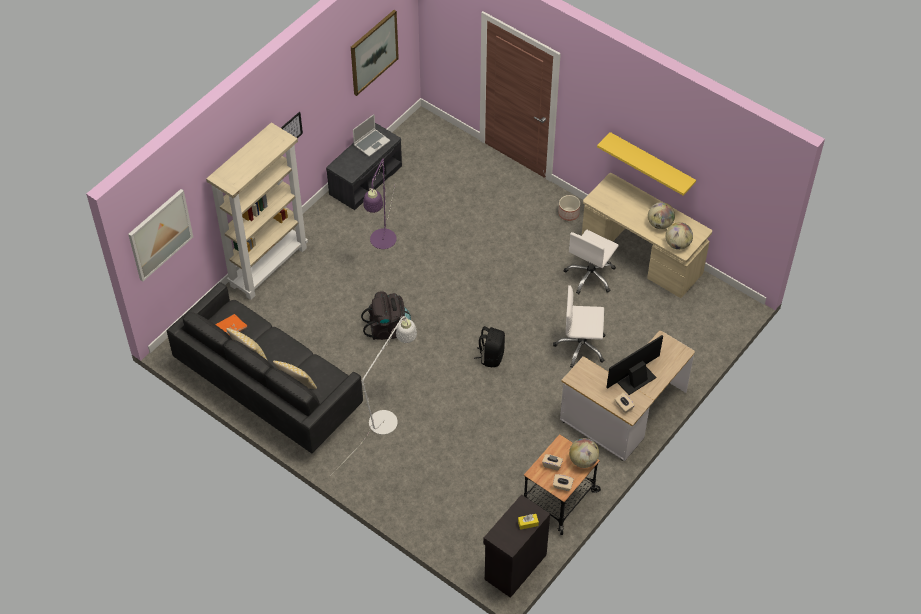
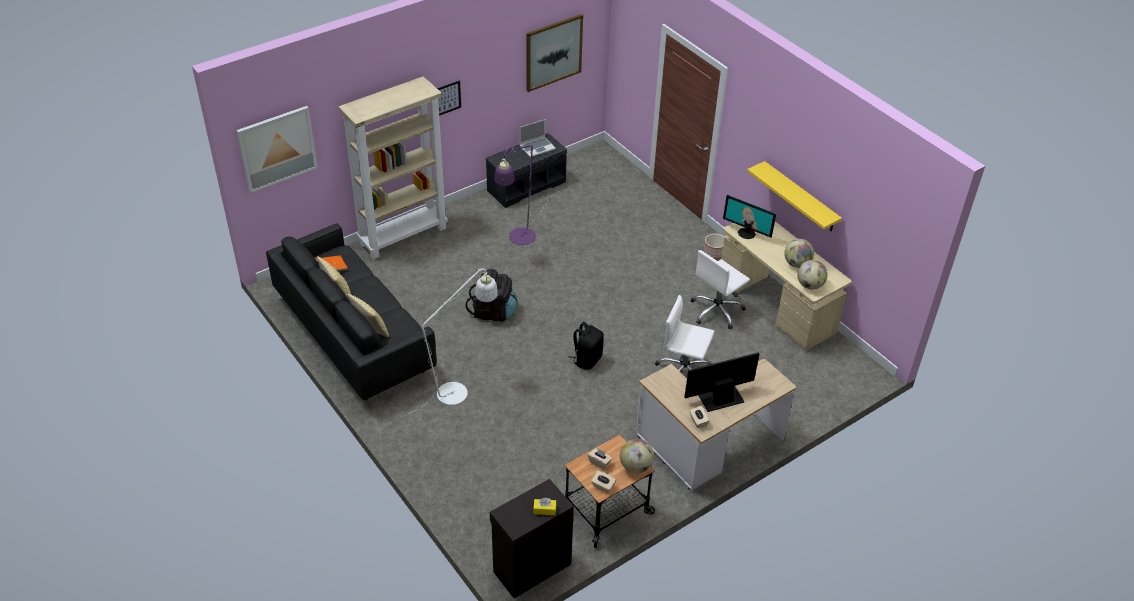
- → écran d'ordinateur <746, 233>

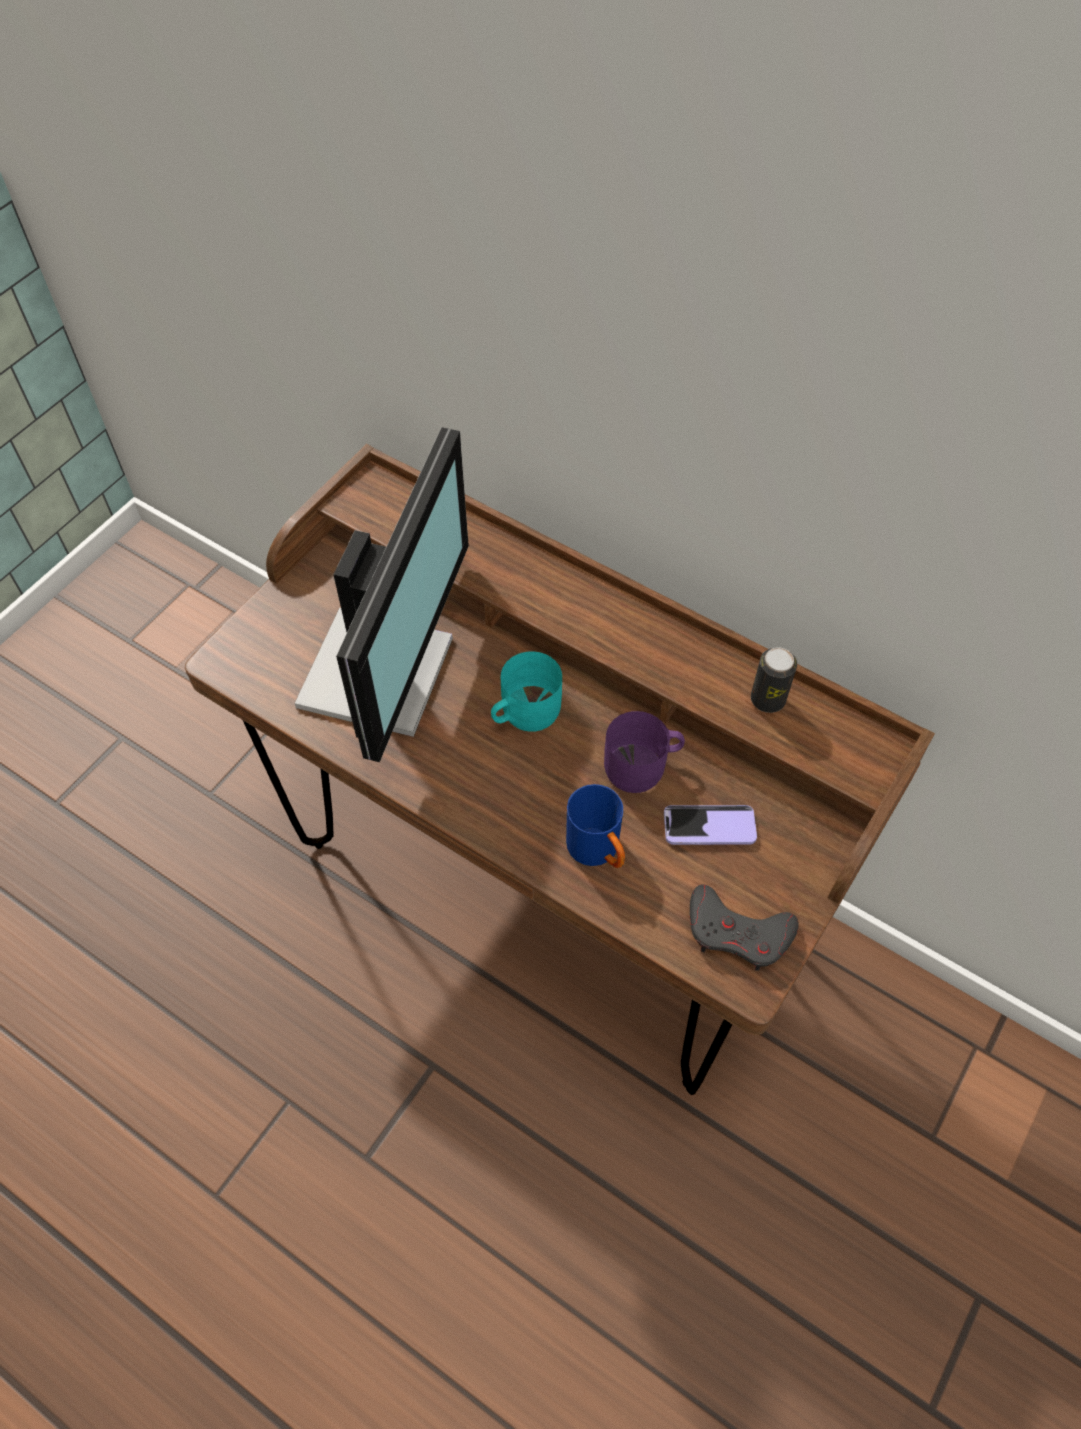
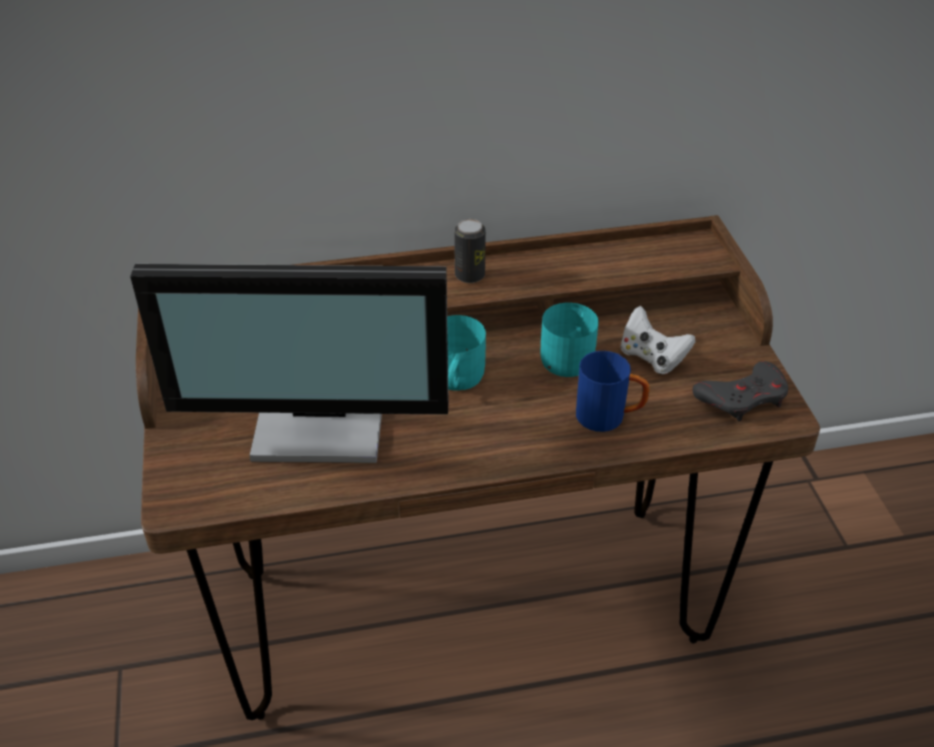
écran d'ordinateur <383, 672> → écran d'ordinateur <322, 423>, 120 degrees clockwise
boîte métallique <767, 699> → boîte métallique <469, 275>, moved
mug/violet <643, 767> → mug/turquoise <571, 355>
téléphone <709, 826> → manette/blanc <652, 357>

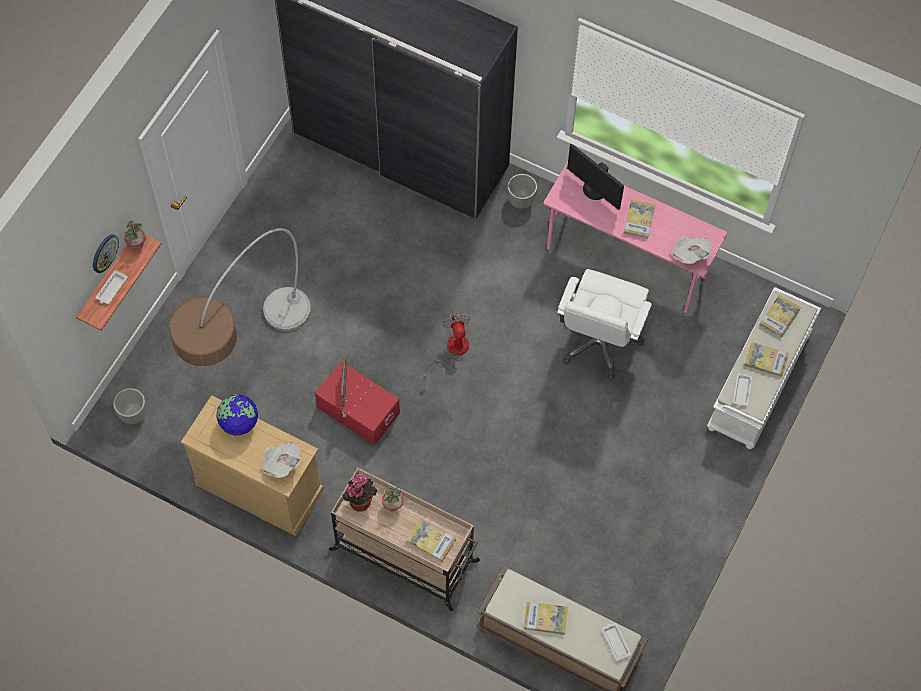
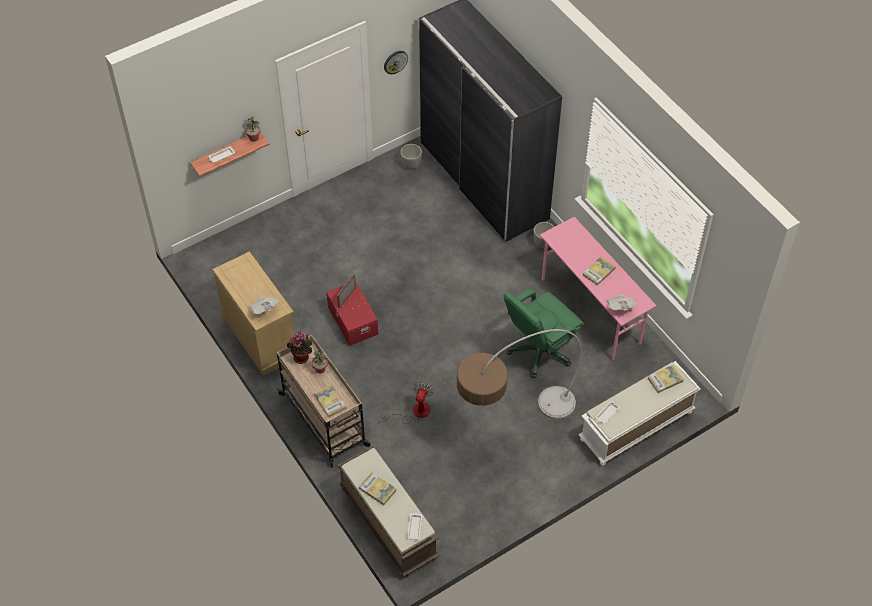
ventilateur <452, 351> → ventilateur <415, 412>, moved
horloge murale <104, 253> → horloge murale <395, 61>, moved
cache-pot <133, 414> → cache-pot <411, 165>, moved
lampadaire <248, 358> → lampadaire <511, 424>, moved
chaise de bureau/blanc <599, 342> → chaise de bureau/vert <539, 351>
globe <239, 423> → -
écran d'ordinateur <594, 190> → -
livre <766, 360> → -

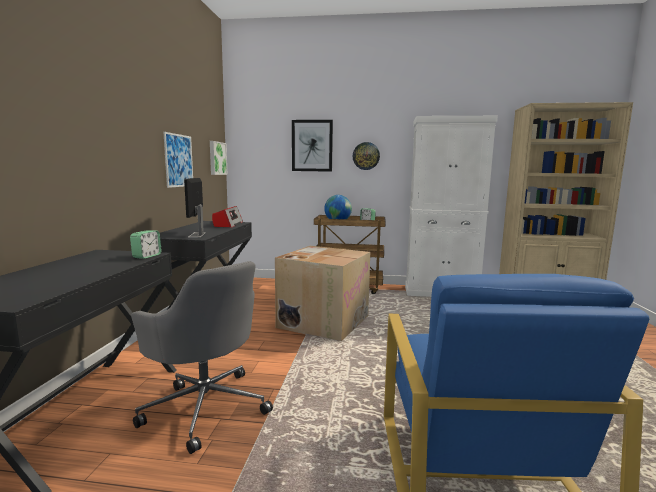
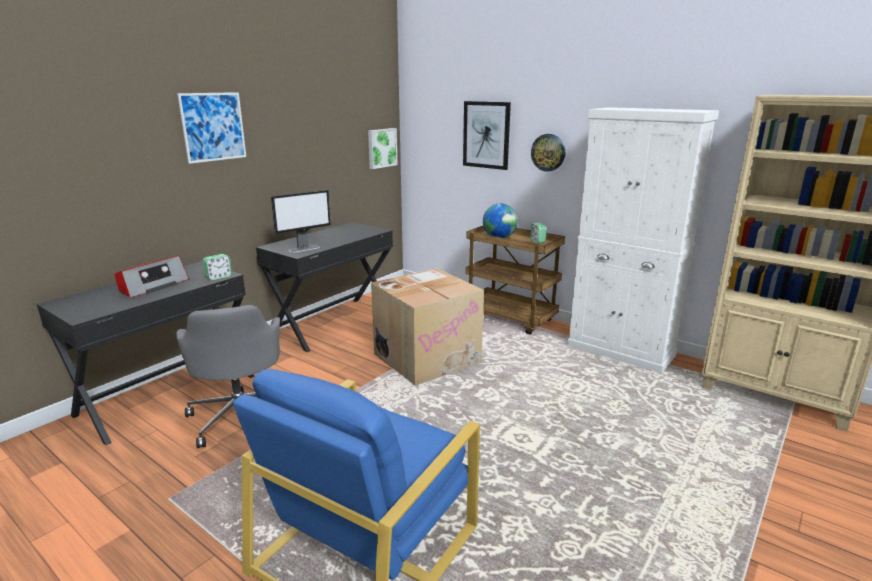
radio <228, 224> → radio <153, 286>, moved
tableau <179, 160> → tableau <213, 127>, moved
écran d'ordinateur <197, 235> → écran d'ordinateur <304, 249>, 150 degrees counterclockwise

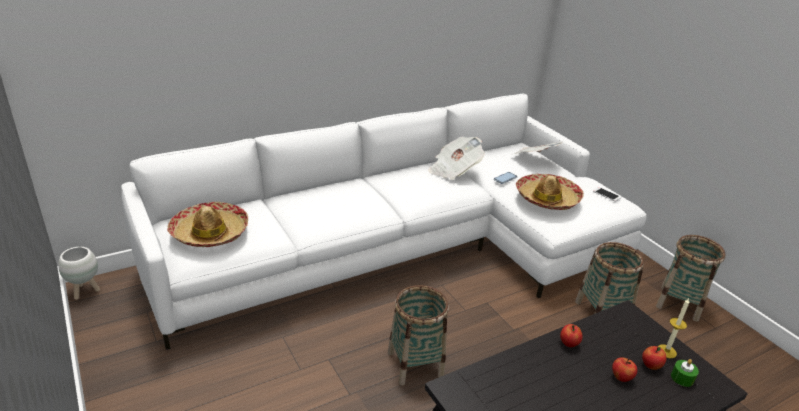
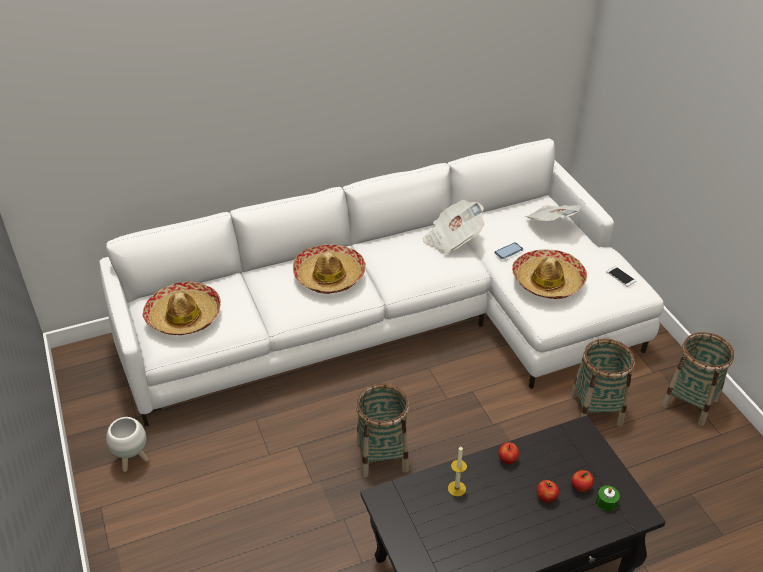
cache-pot/blanc <85, 291> → cache-pot/blanc <133, 460>, moved
- → chapeau <329, 276>
bougie <666, 351> → bougie <456, 488>, moved

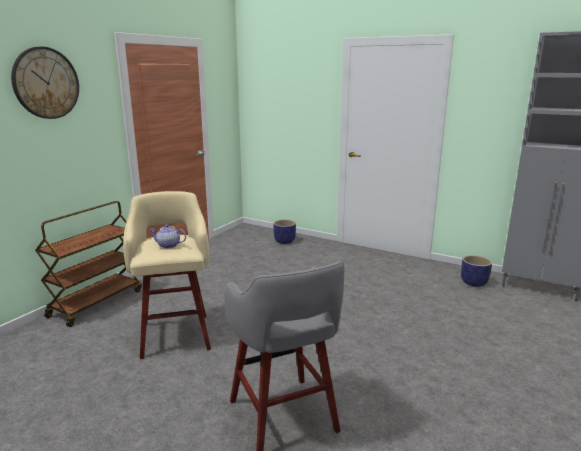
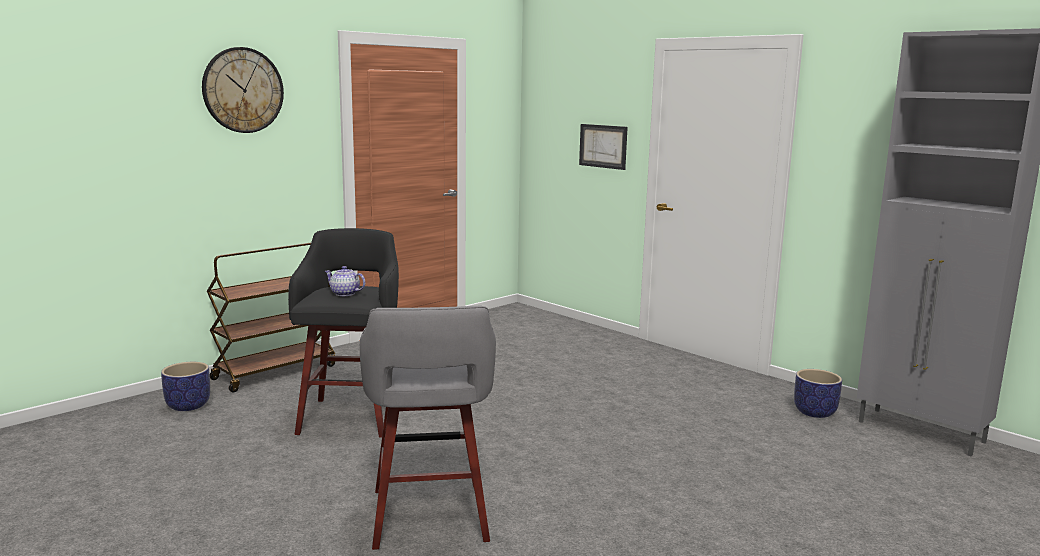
cache-pot <284, 241> → cache-pot <188, 405>, moved
tabouret/beige <175, 334> → tabouret/noir <351, 416>
- → tableau <603, 146>

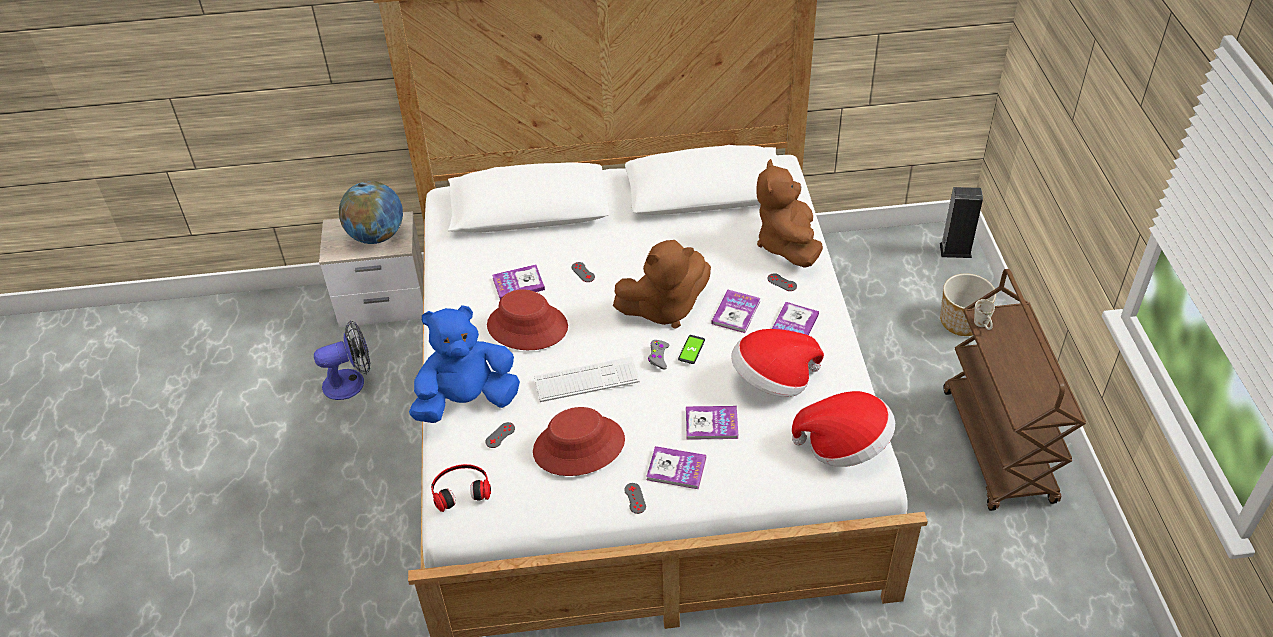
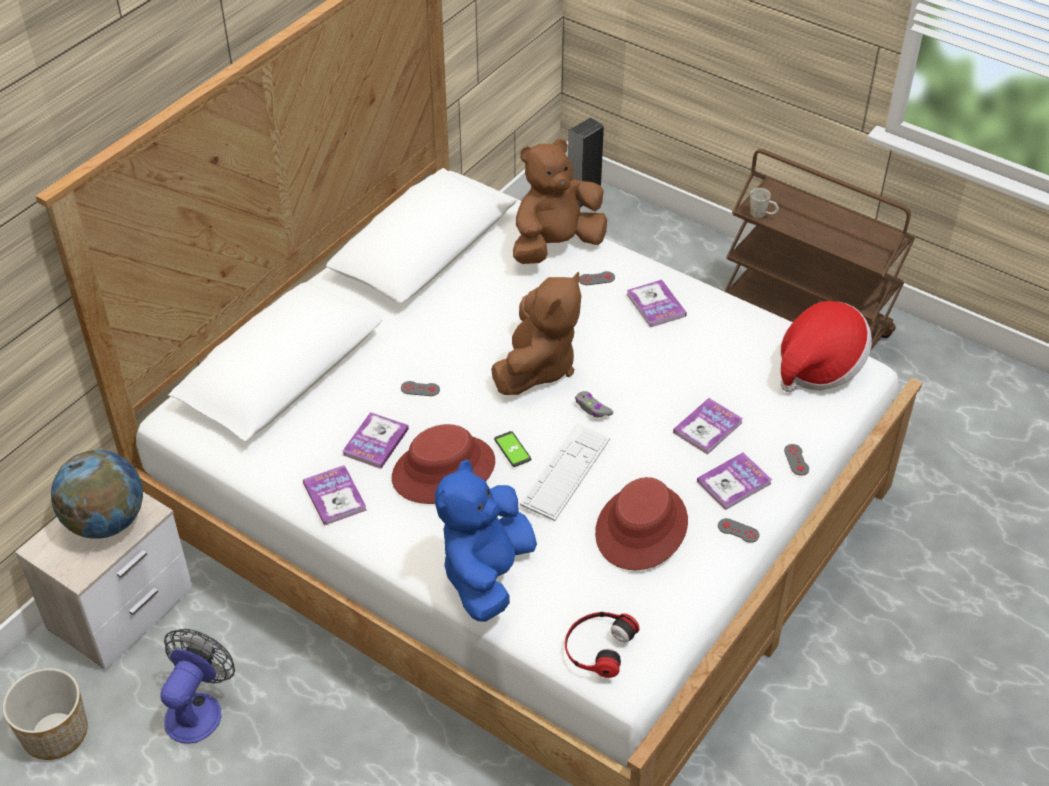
cache-pot <962, 322> → cache-pot <55, 734>, moved
livre <736, 312> → livre <334, 496>, moved
téléphone <691, 350> → téléphone <512, 449>, moved
peluche/marron <787, 244> → peluche/marron <555, 245>, 105 degrees clockwise
manette/gris <500, 435> → manette/gris <796, 460>, moved
chapeau <773, 380> → -

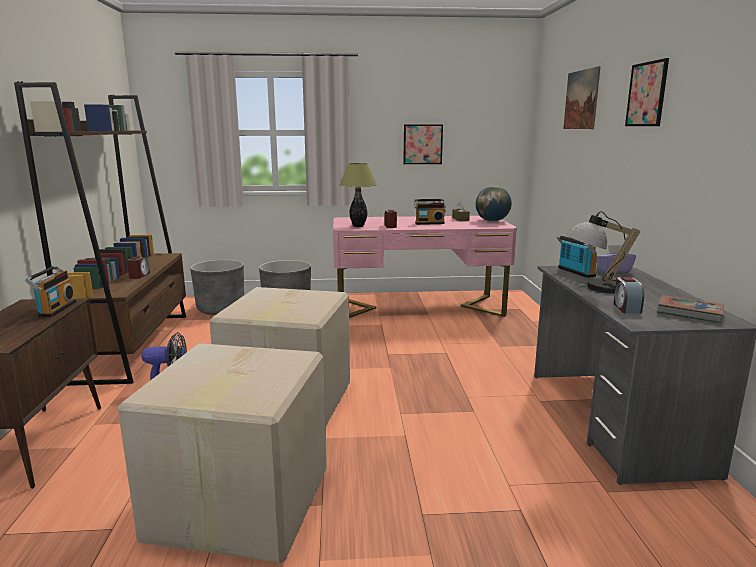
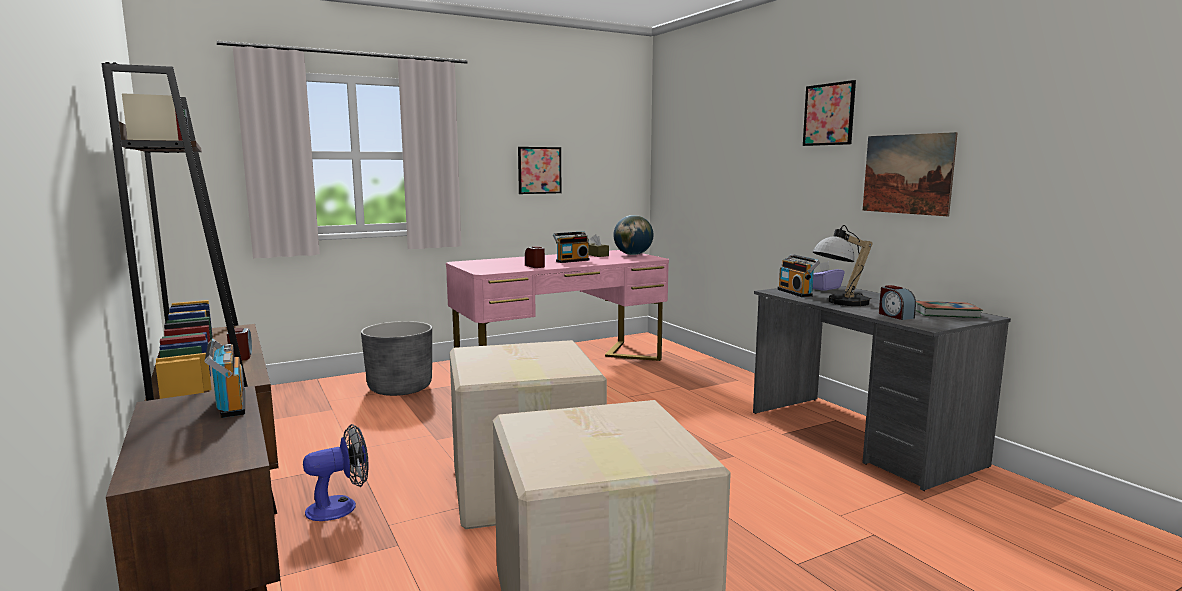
radio <574, 272> → radio <796, 292>, 150 degrees counterclockwise
tableau <581, 99> → tableau <907, 174>, moved
cache-pot/gris <220, 309> → -
lampe de table <358, 226> → -

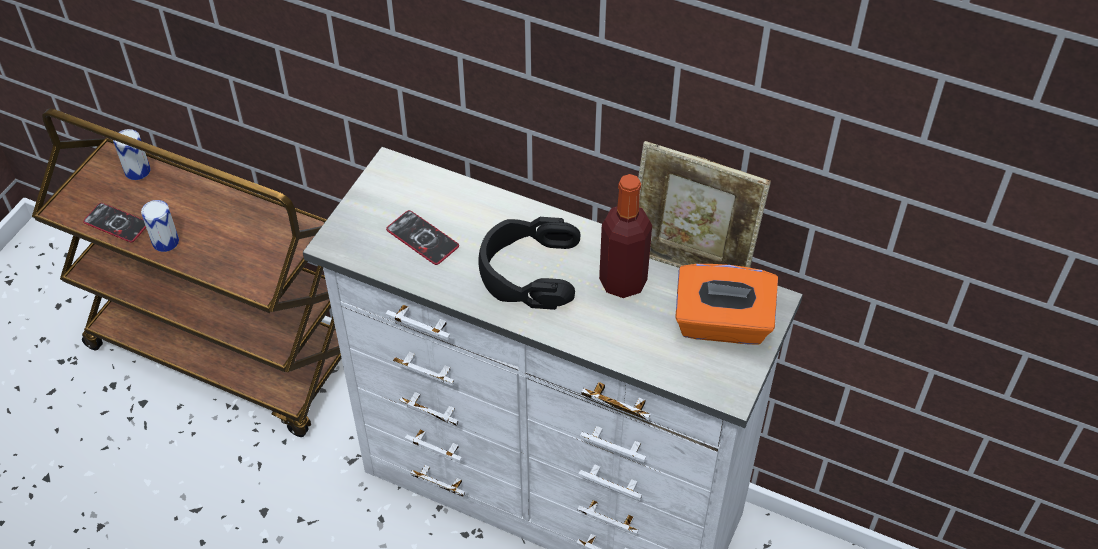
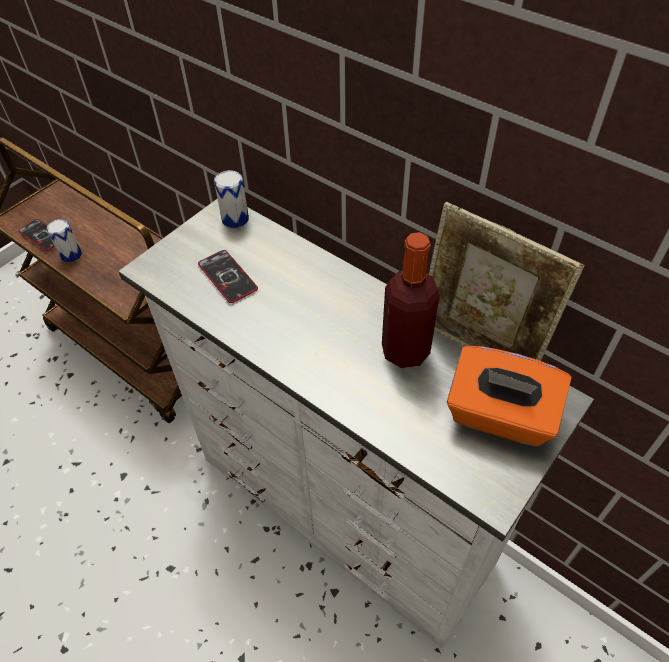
boîte métallique <137, 171> → boîte métallique <235, 219>, moved
casque audio/noir <528, 271> → -

